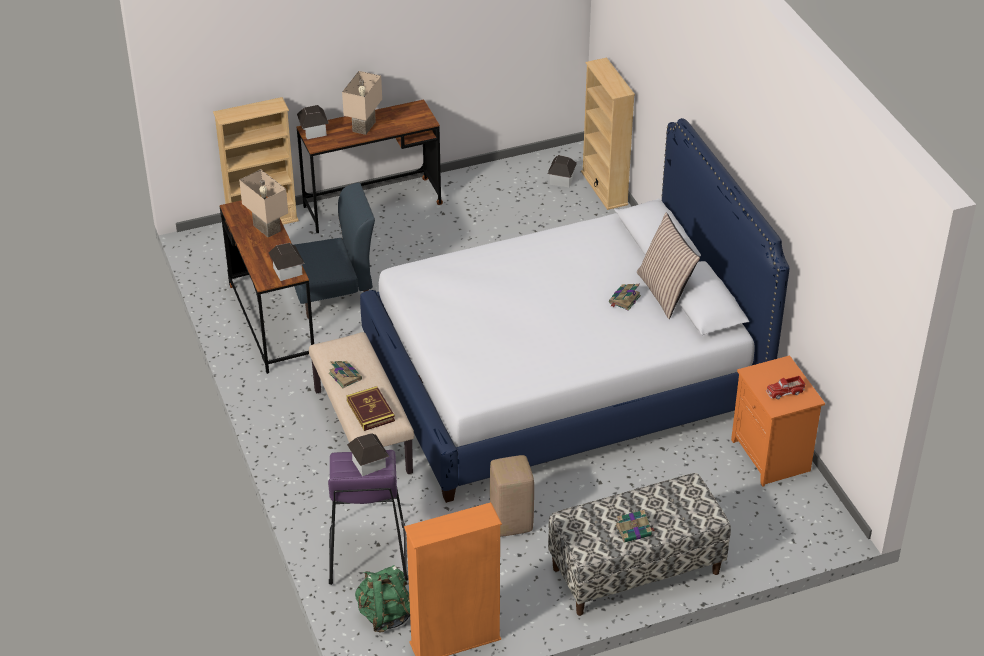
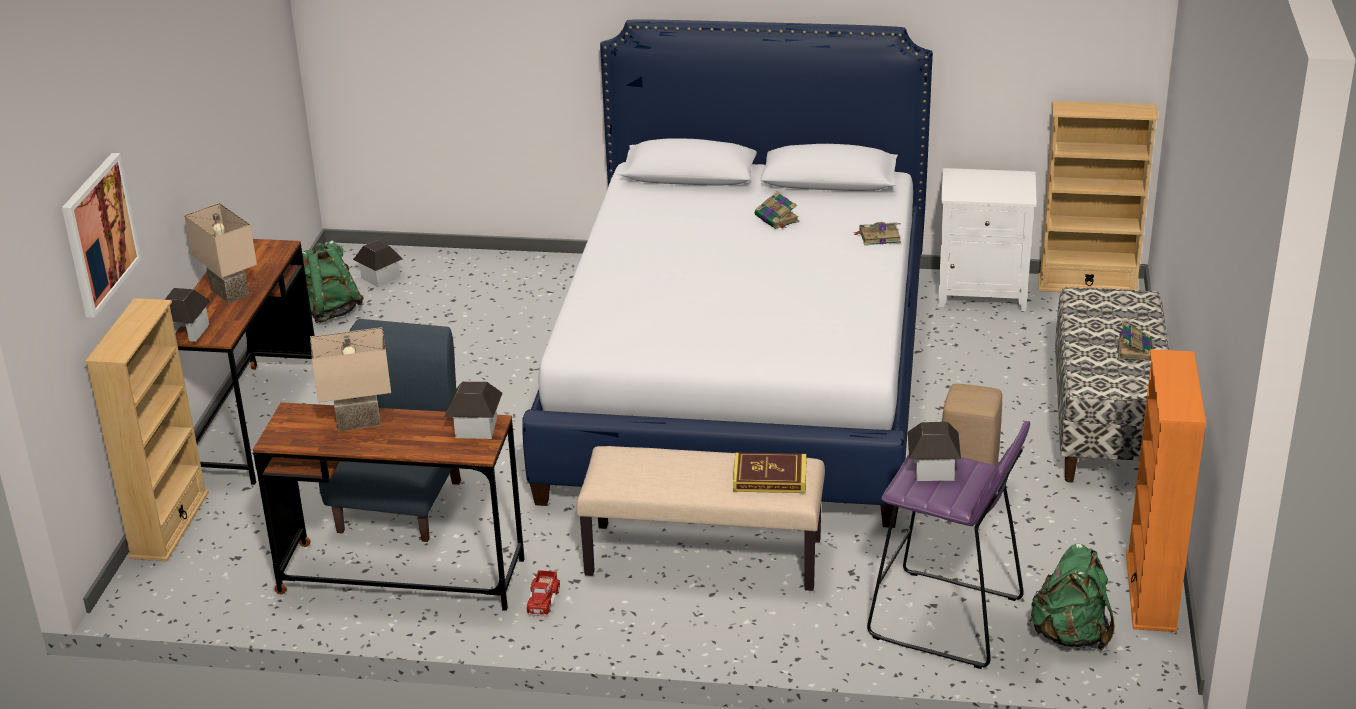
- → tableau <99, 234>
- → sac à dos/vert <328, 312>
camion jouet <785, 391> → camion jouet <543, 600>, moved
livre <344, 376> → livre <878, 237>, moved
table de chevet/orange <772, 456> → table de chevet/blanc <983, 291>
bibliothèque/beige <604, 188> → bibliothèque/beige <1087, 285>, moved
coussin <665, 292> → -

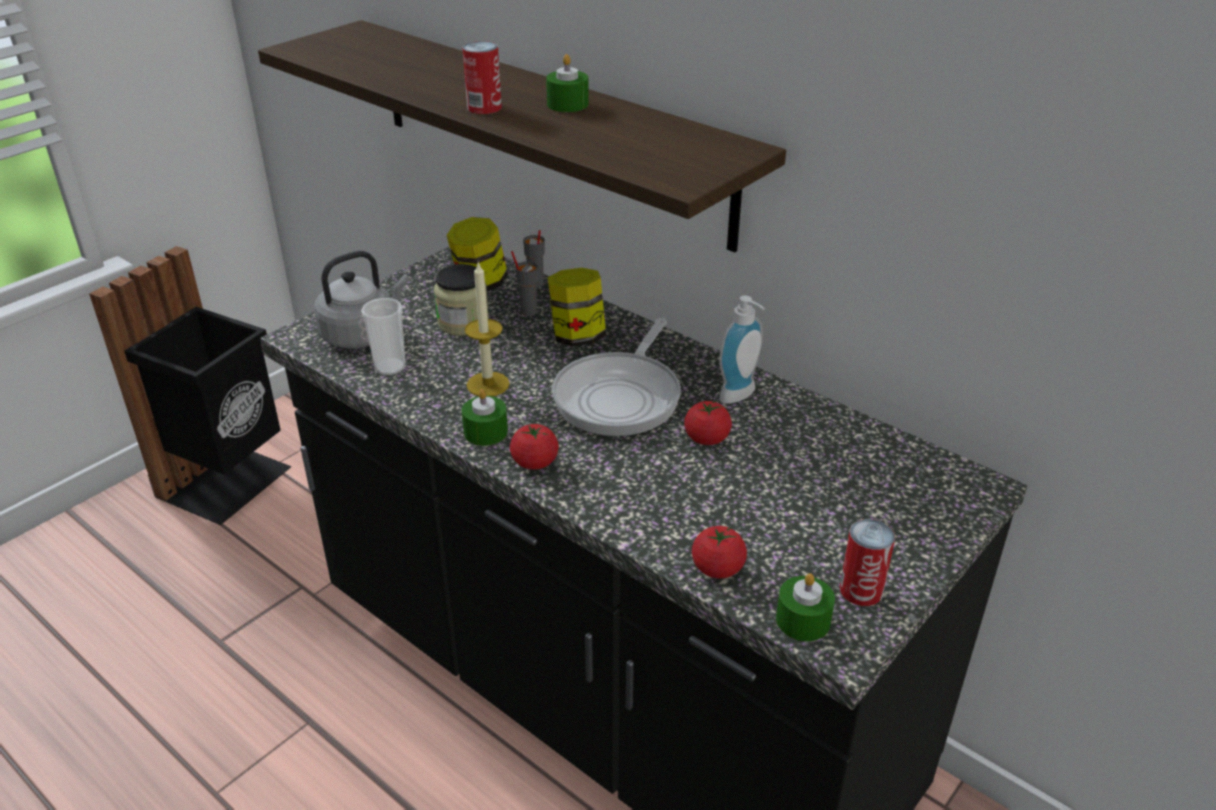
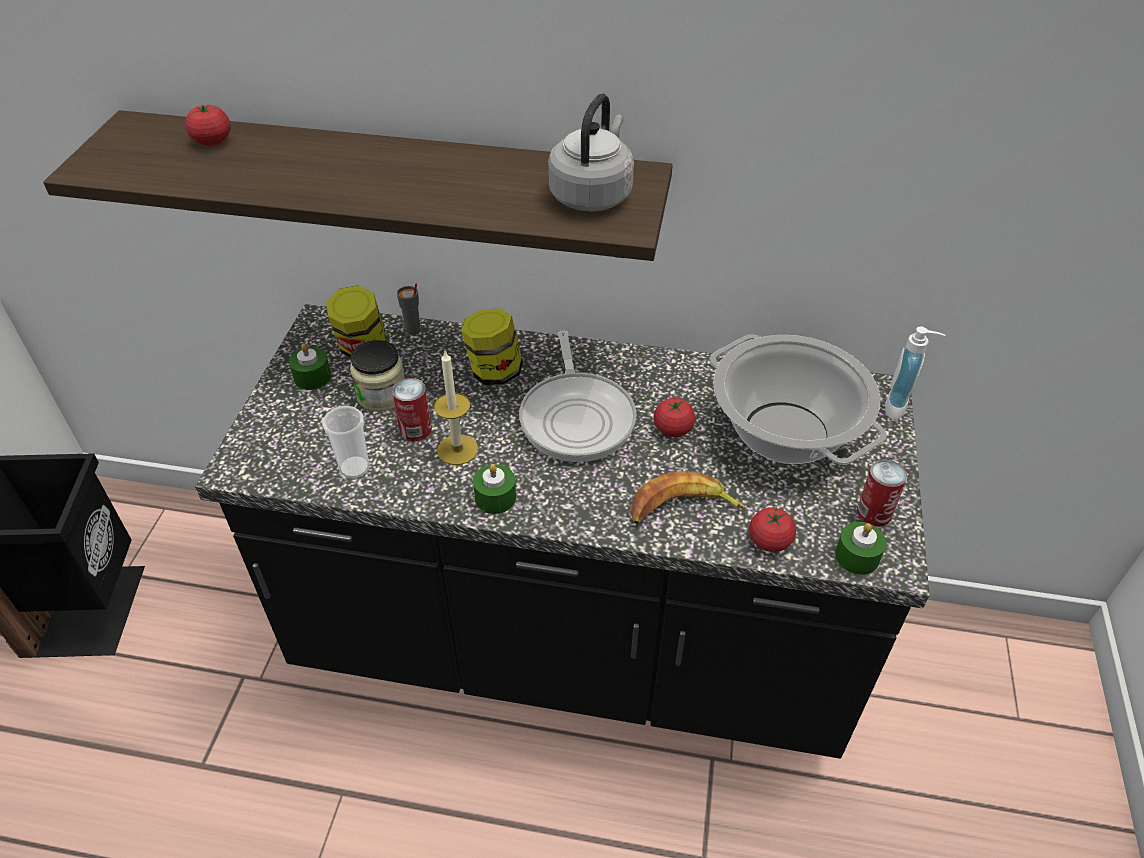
tomate <535, 462> → tomate <212, 141>, moved
bougie/vert <567, 104> → bougie/vert <312, 377>, moved
boîte métallique <484, 107> → boîte métallique <415, 429>, moved
bouilloire/gris <362, 334> → bouilloire/gris <592, 194>, moved
- → banane <682, 509>
- → marmite <784, 433>
distributeur de savon <741, 396> → distributeur de savon <900, 407>, moved
tasse/gris <528, 311> → -

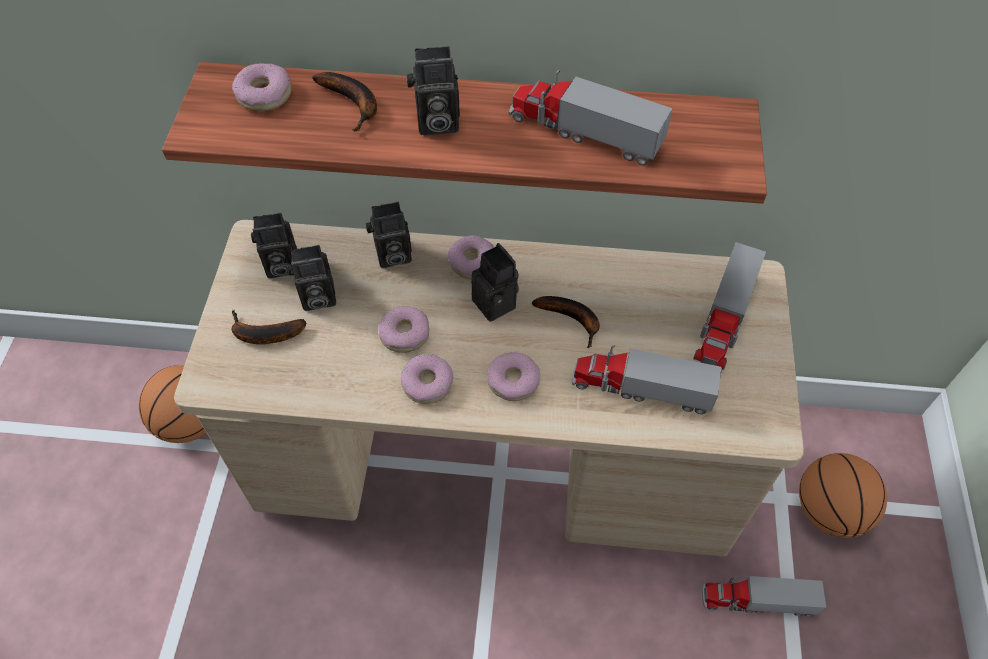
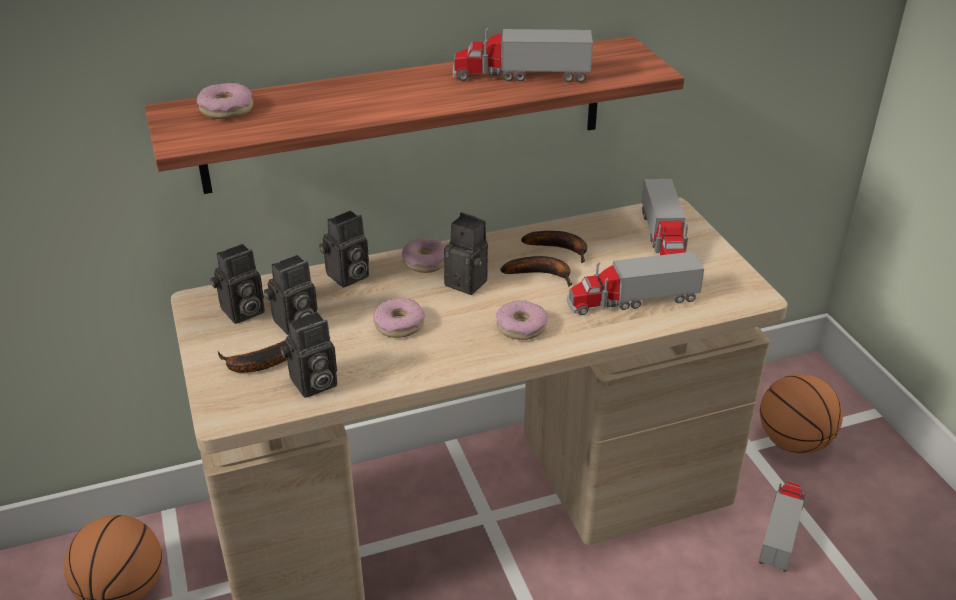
appareil photo <435, 123> → appareil photo <312, 384>, moved
banane <353, 103> → banane <561, 249>, moved
camion jouet <757, 600> → camion jouet <781, 530>, 135 degrees clockwise
beignet <427, 383> → -

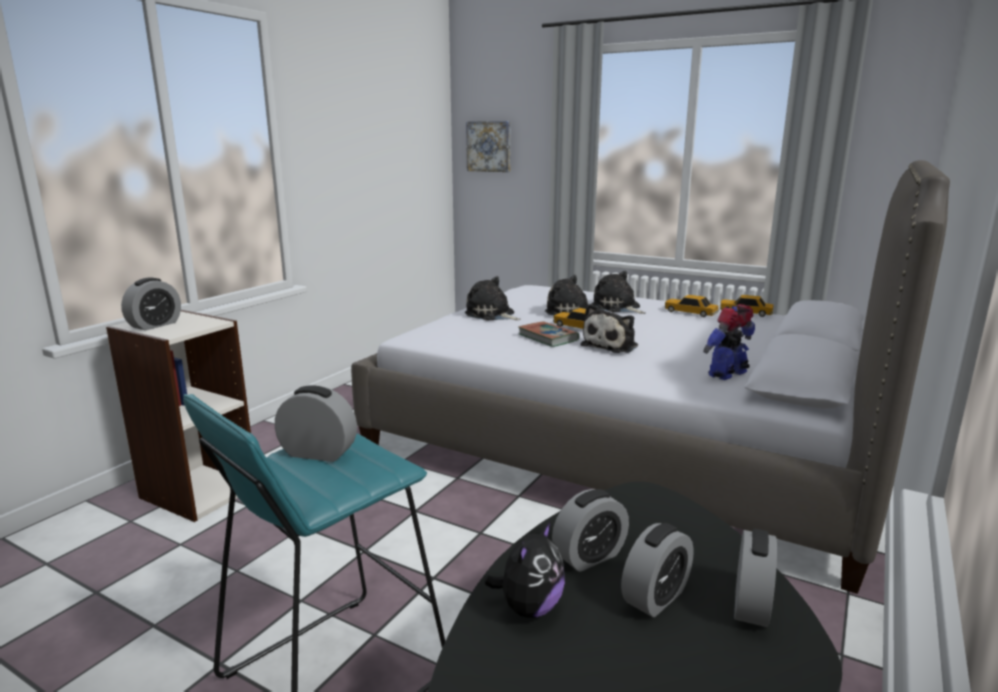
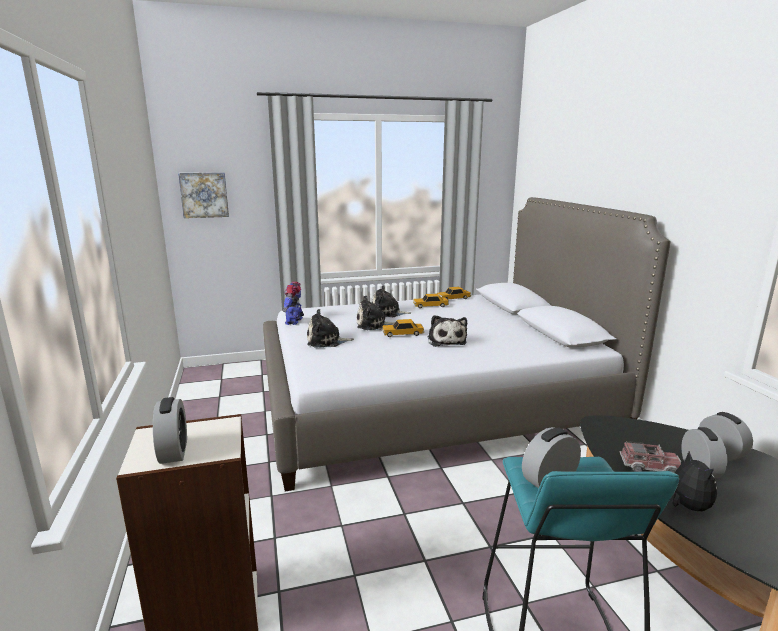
robot jouet <728, 374> → robot jouet <294, 321>, moved
réveil <589, 556> → camion jouet <649, 467>
livre <548, 338> → -

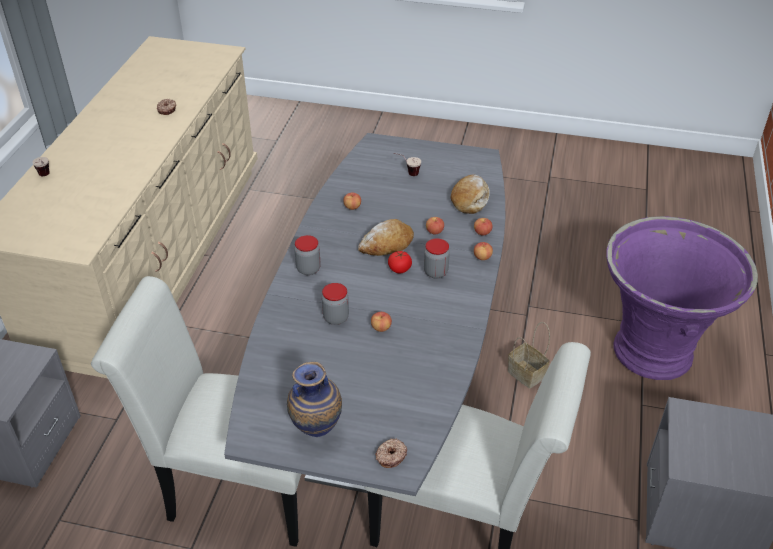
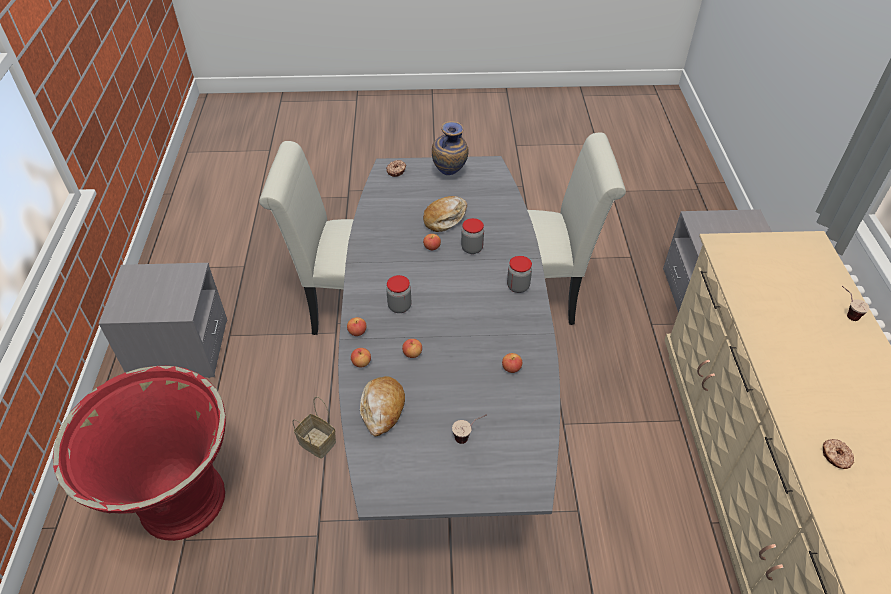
cache-pot/violet <654, 351> → cache-pot/rouge <180, 502>
pain <387, 244> → pain <445, 218>, moved
tomate <399, 269> → -

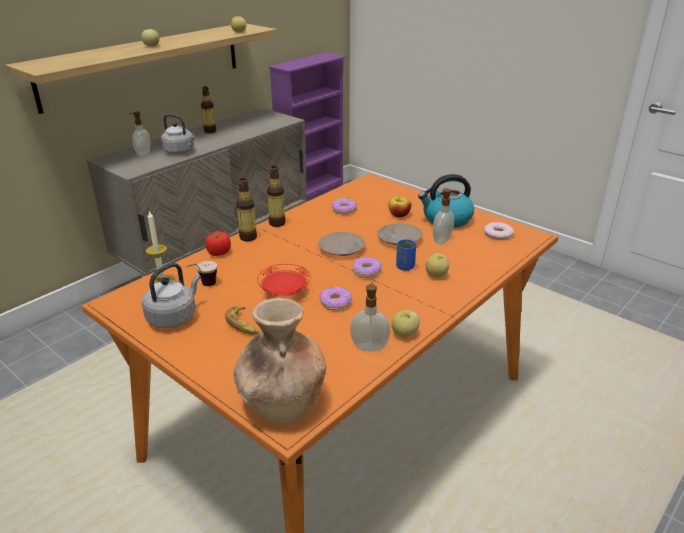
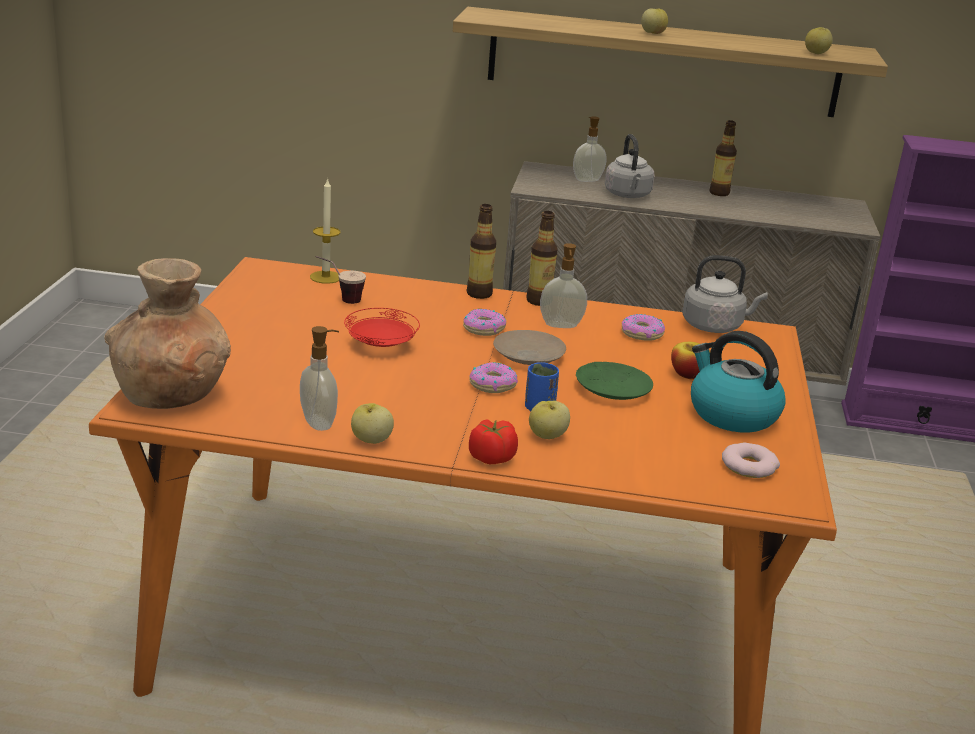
beignet <335, 303> → beignet <483, 328>, moved
tomate <219, 252> → tomate <491, 458>, moved
distributeur de savon <442, 241> → distributeur de savon <561, 326>, moved
assiette/beige <399, 239> → assiette/vert <612, 389>
bouilloire/gris <174, 317> → bouilloire/gris <715, 326>, moved
banane <243, 325> → -

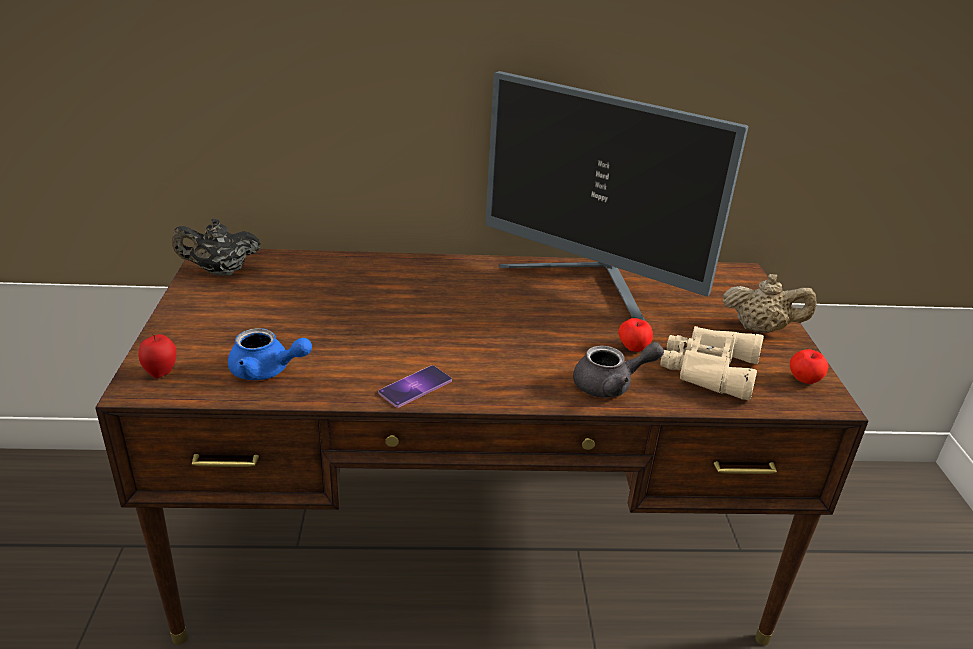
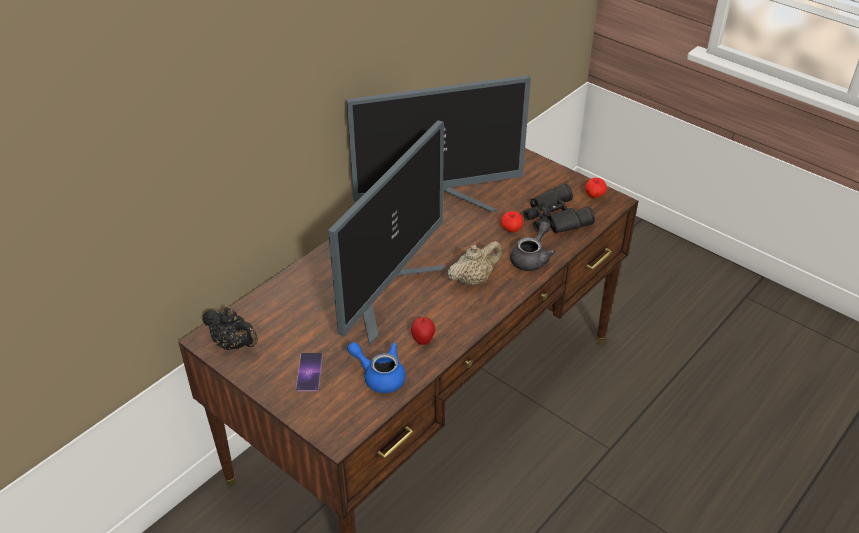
théière/noir <220, 271> → théière/noir <234, 344>, 90 degrees counterclockwise
téléphone <415, 386> → téléphone <309, 372>, moved
- → écran d'ordinateur <388, 292>
théière/bleu <267, 371> → théière/bleu <379, 376>, 120 degrees counterclockwise
pomme <161, 373> → pomme <423, 340>, moved
théière/beige <761, 329> → théière/beige <474, 279>, moved
jumelles/beige <707, 369> → jumelles/noir <554, 218>

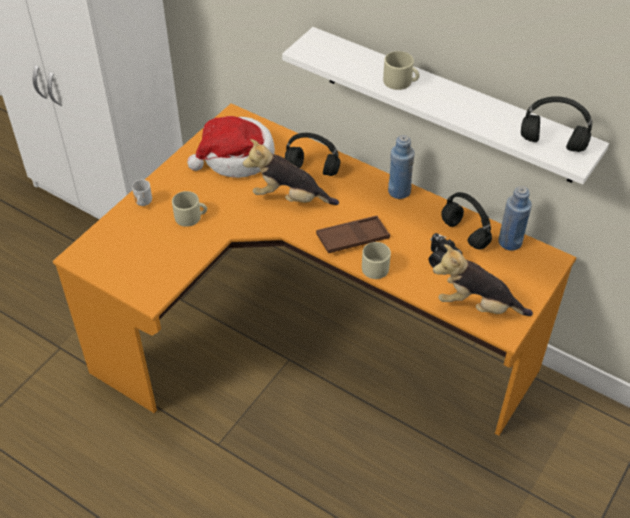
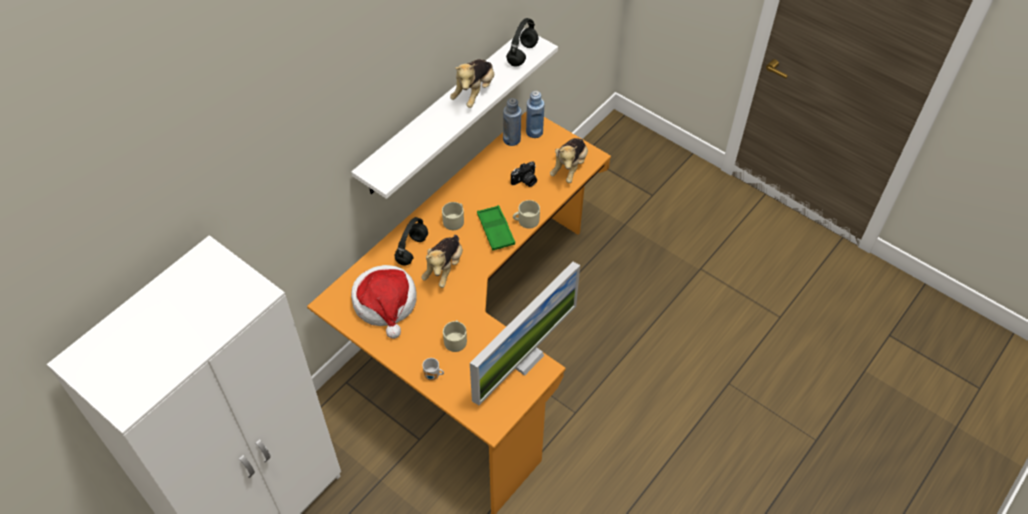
mug/beige <401, 82> → mug/beige <455, 220>, moved
- → peluche <474, 92>
- → écran d'ordinateur <524, 358>
plateau/marron <352, 238> → plateau/vert <495, 230>
bouteille/bleu <399, 191> → bouteille/bleu <534, 132>, moved
casque audio/noir <463, 233> → -

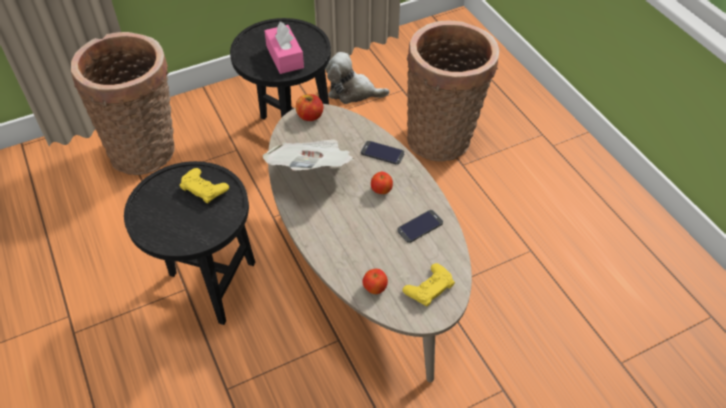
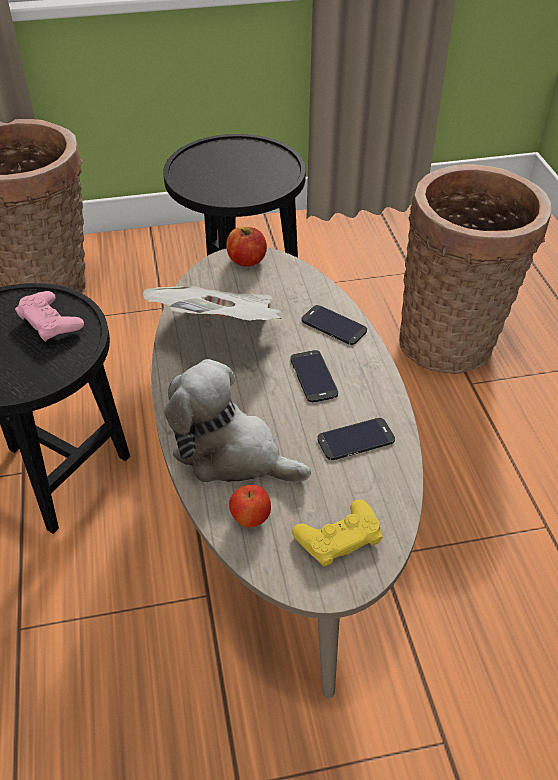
manette/jaune <204, 188> → manette/rose <50, 321>
peluche <352, 92> → peluche <231, 453>, moved
pomme <381, 190> → téléphone <313, 376>
boîte à mouchoirs/rose <285, 57> → -

